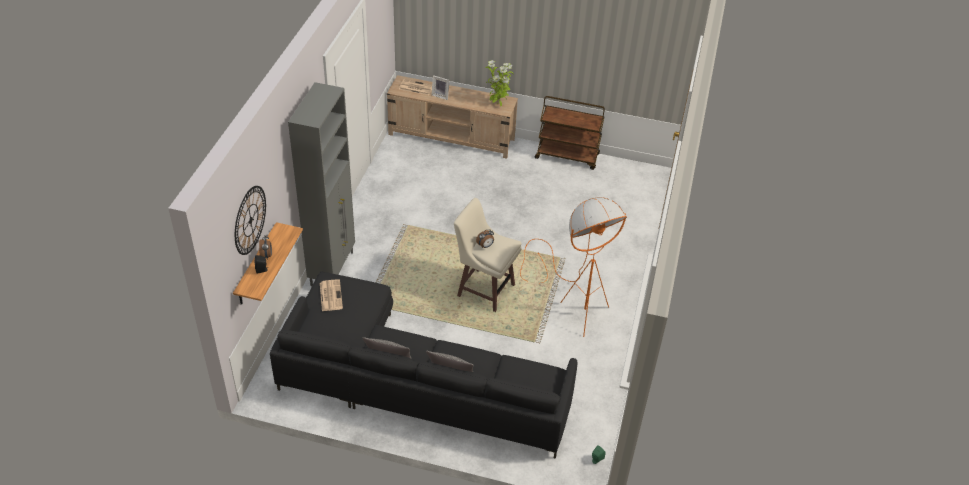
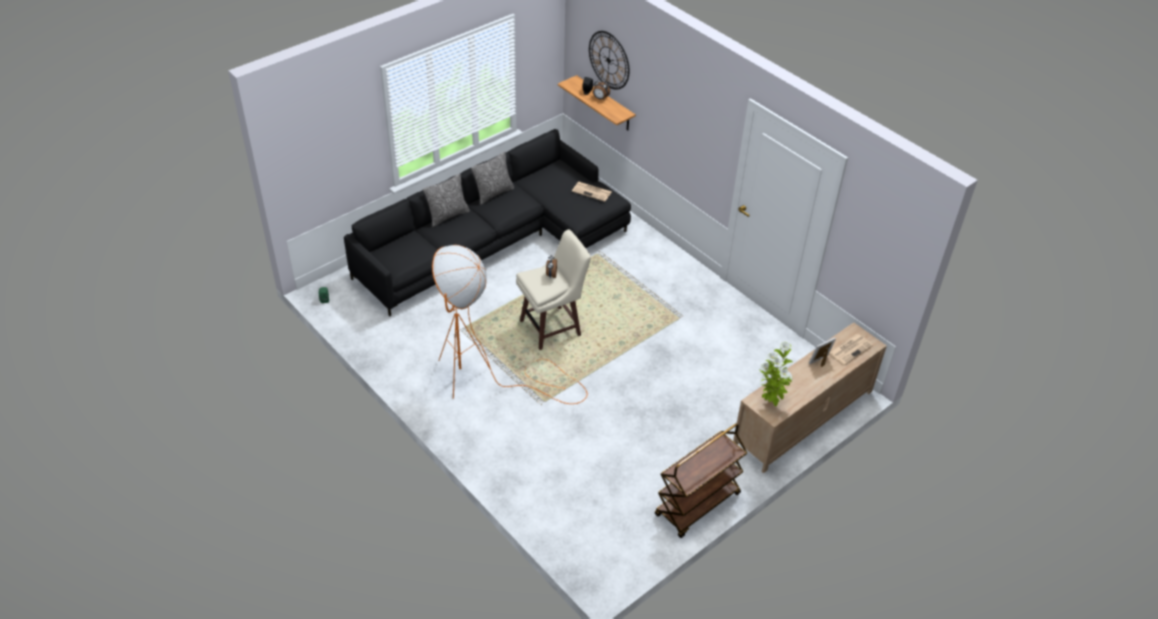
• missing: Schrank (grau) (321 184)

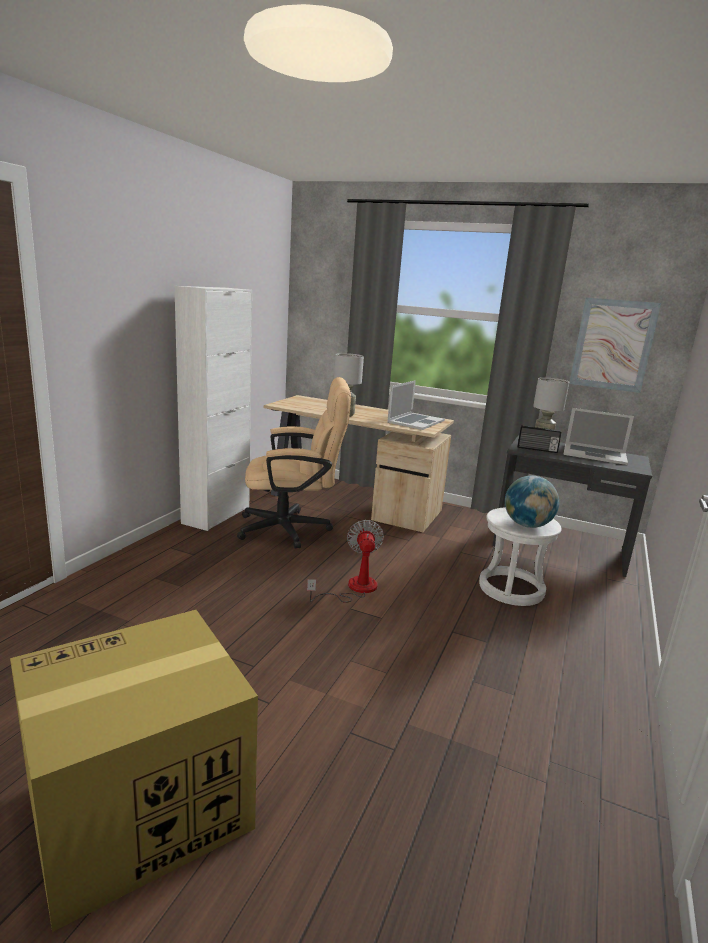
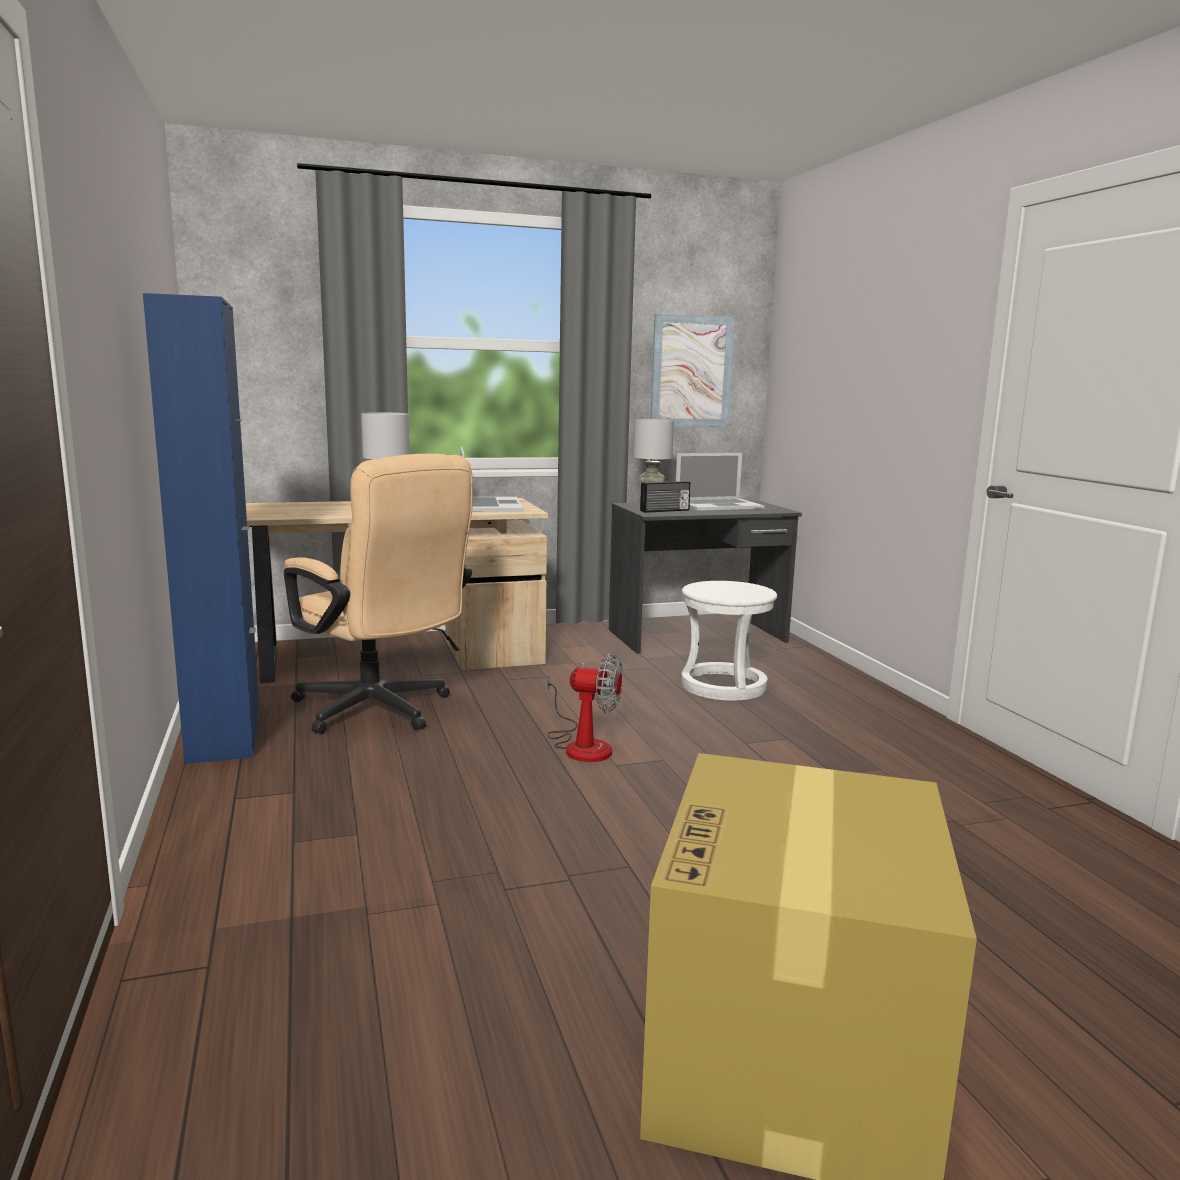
• colour: Schrank (weiß) (213 408) to Schrank (blau) (201 528)
• spun: Bürostuhl (beige) (294 463) = (378 594) 90 degrees clockwise
• spun: Ventilator (345 561) = (584 708) 150 degrees clockwise
• missing: Globus (532 502)

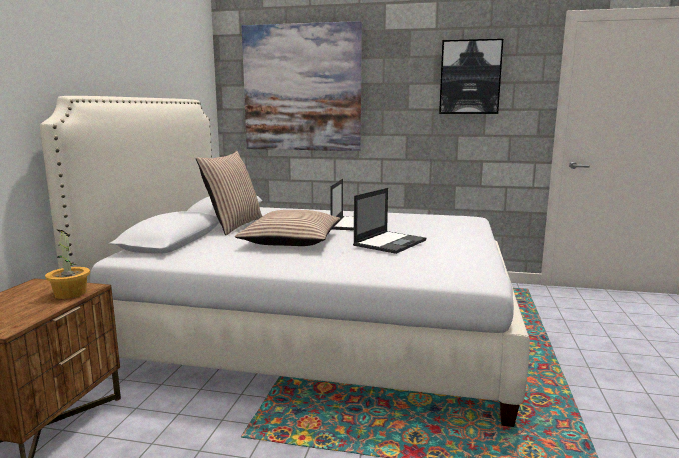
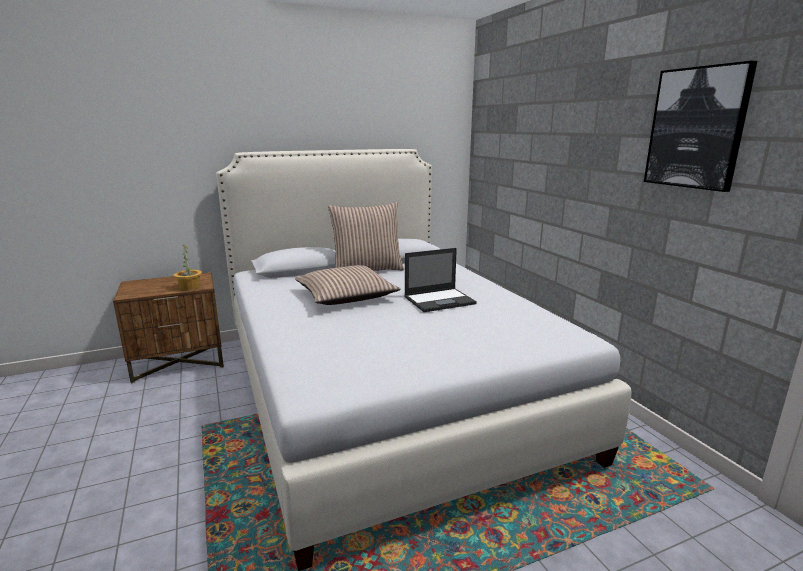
• missing: Bild (302 86)
• missing: Laptop (389 221)

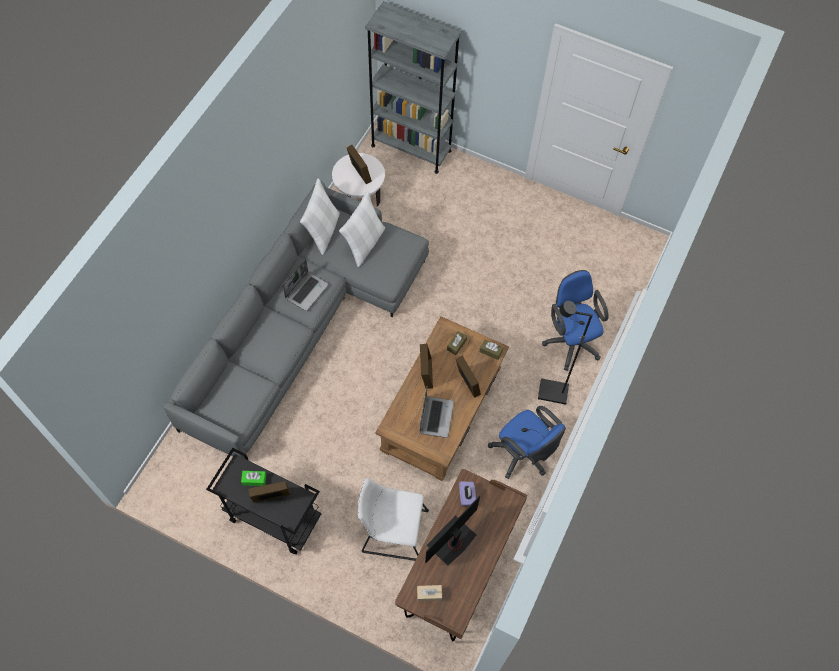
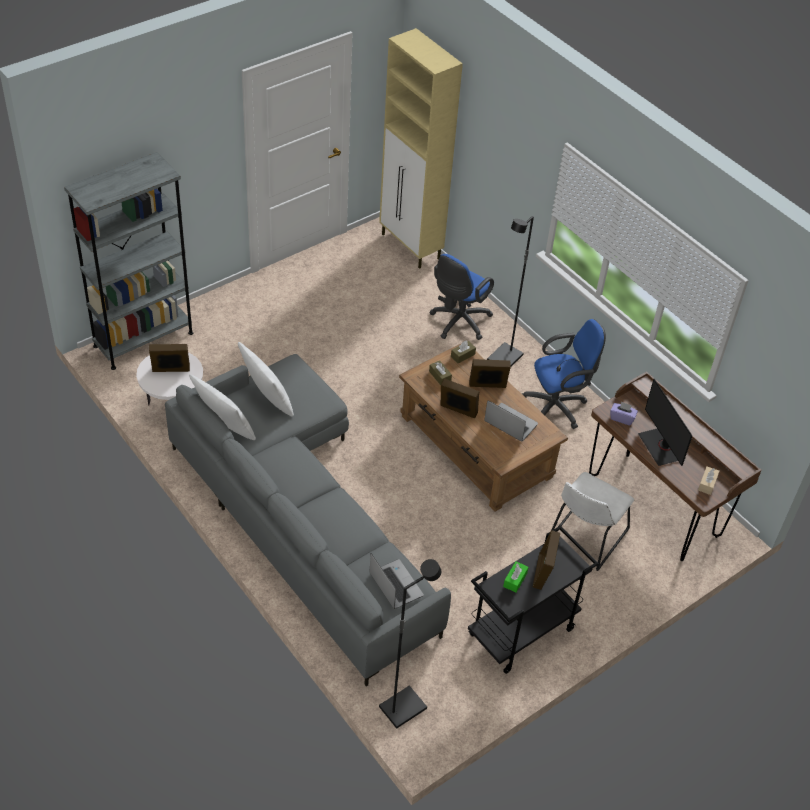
• relocated: Laptop (306 285) to (396 581)
• appeared: Schrank (beige) (421 148)
• appeared: Stehlampe (schwarz) (410 644)
• spun: Bürostuhl (blau) (575 320) = (462 297) 60 degrees counterclockwise

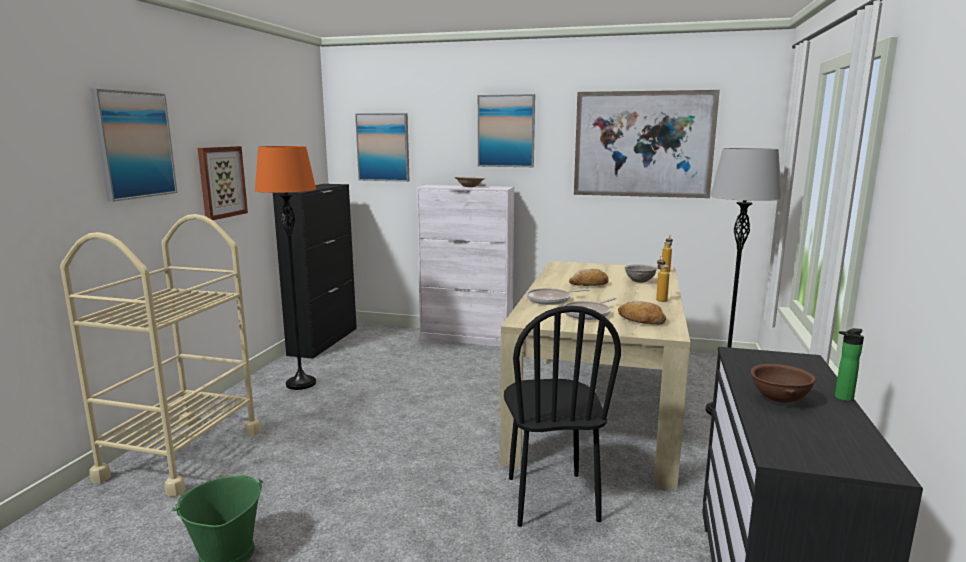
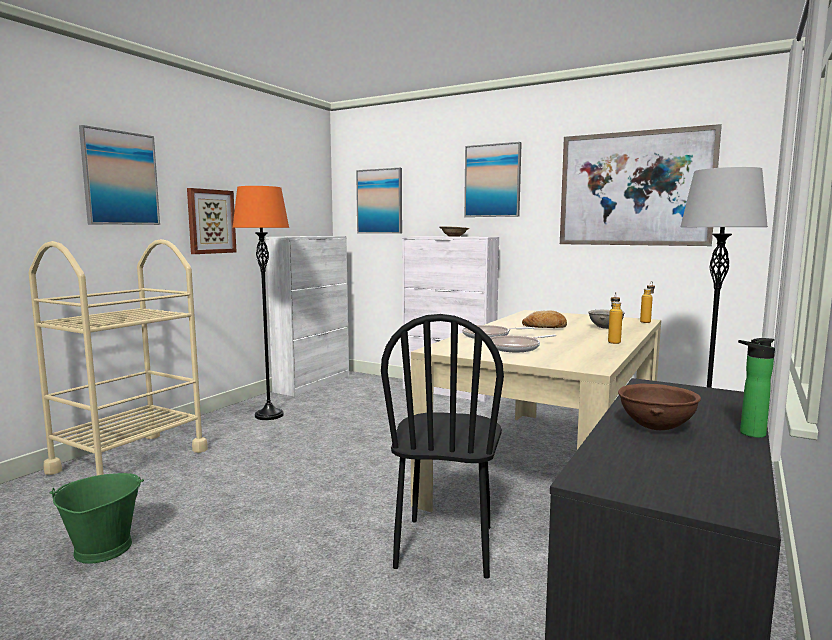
• colour: Schrank (schwarz) (315 271) to Schrank (weiß) (307 316)
• missing: Brot (642 313)

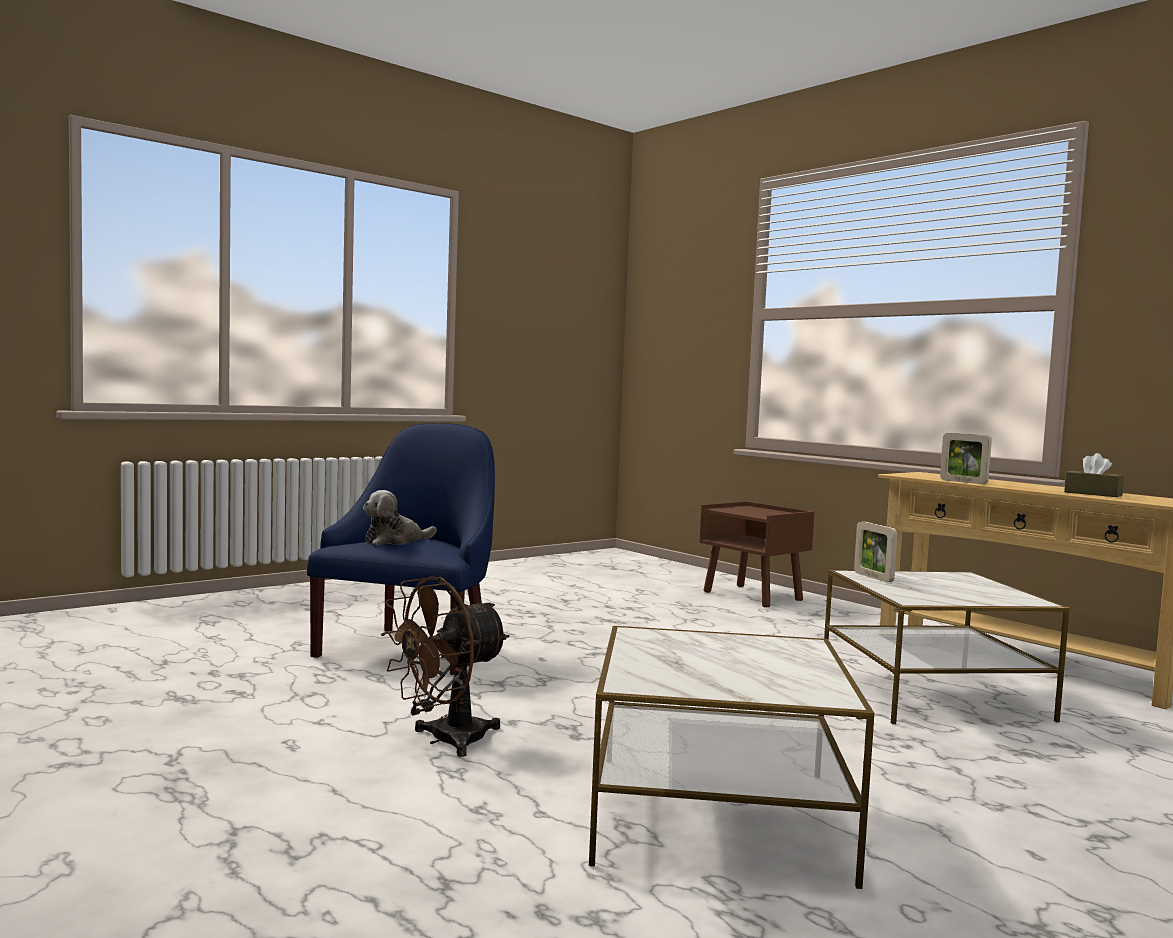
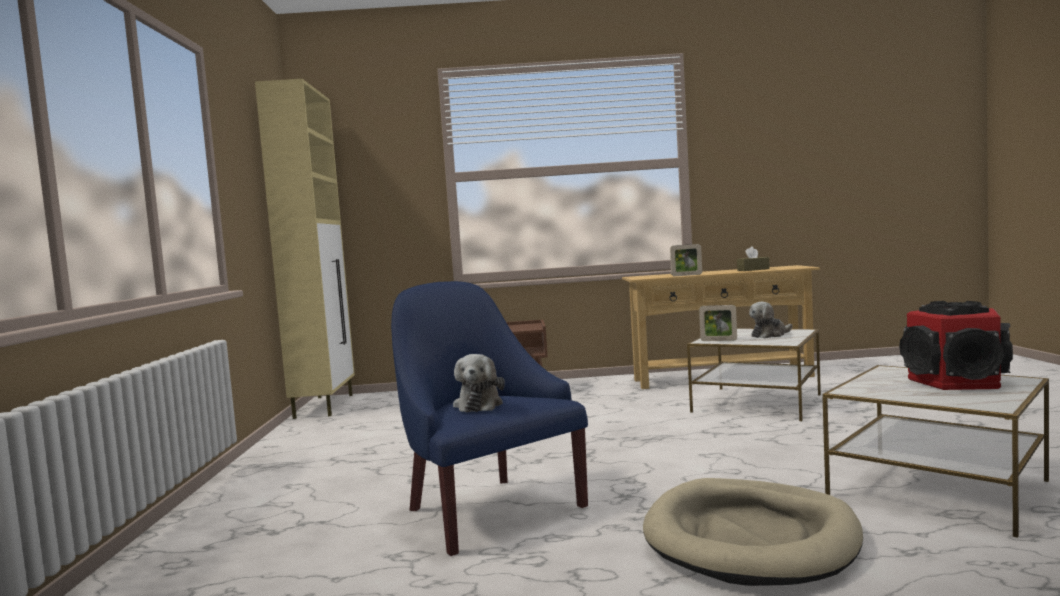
• appeared: Schrank (beige) (305 249)
• exchanged: Ventilator (braun) (445 666) to Hundebett (beige) (753 532)
• appeared: Plüschtier (770 320)
• appeared: Lautsprecher (956 345)

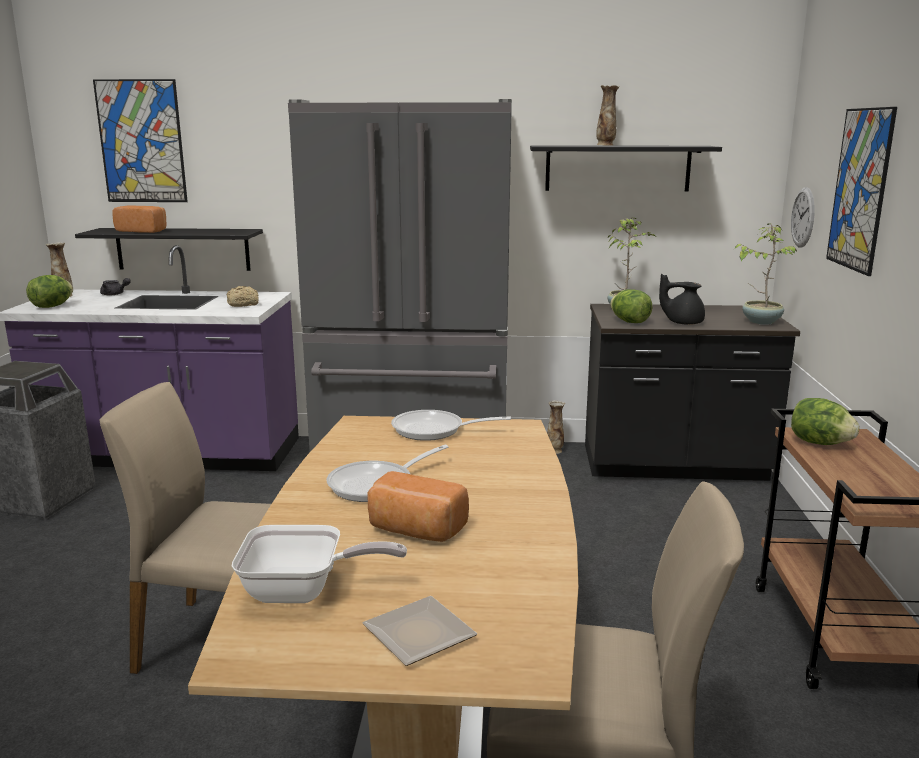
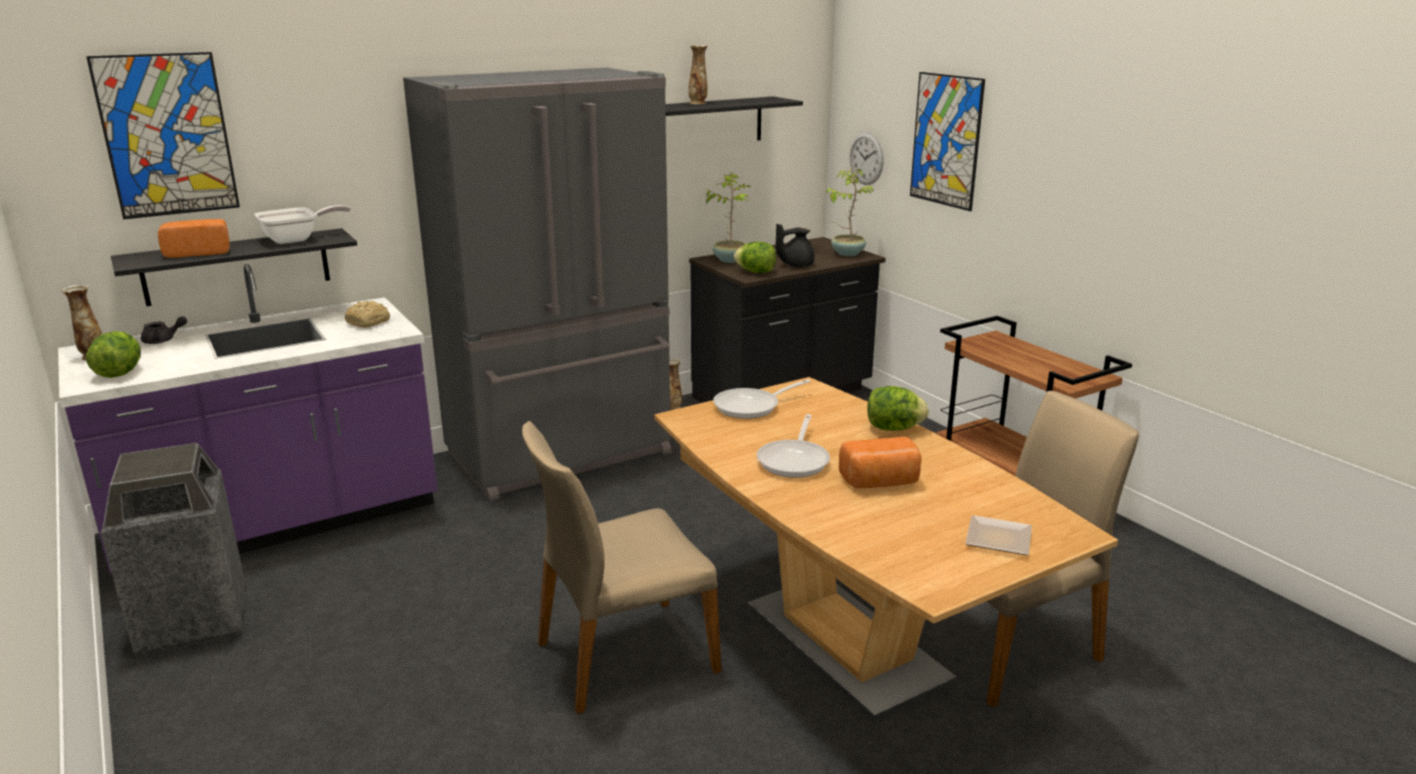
• relocated: Pfanne (319 564) to (302 224)
• relocated: Salatkopf (825 421) to (898 408)

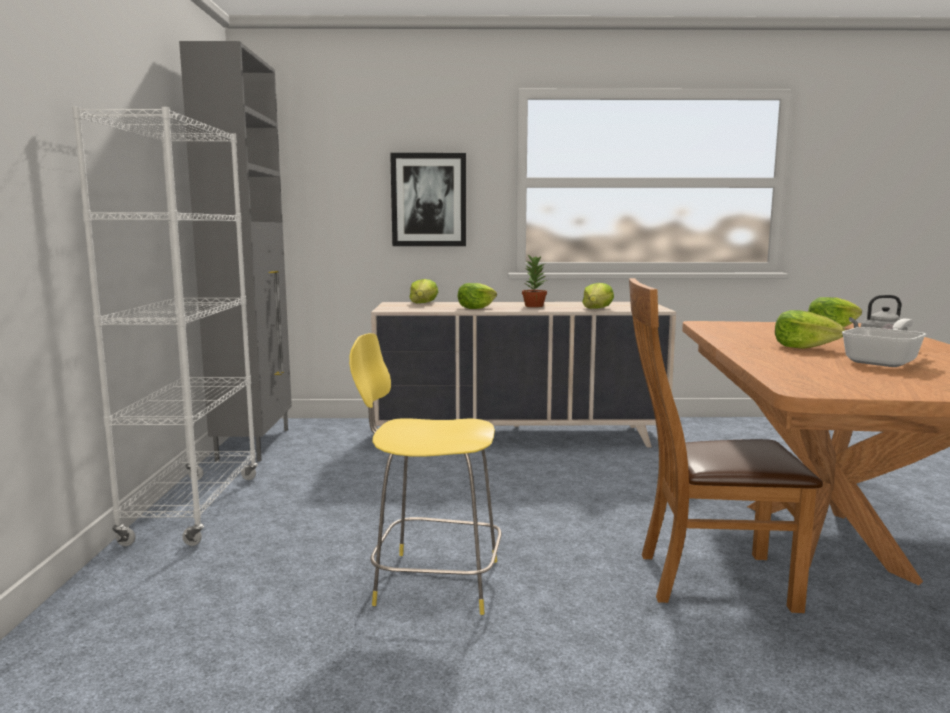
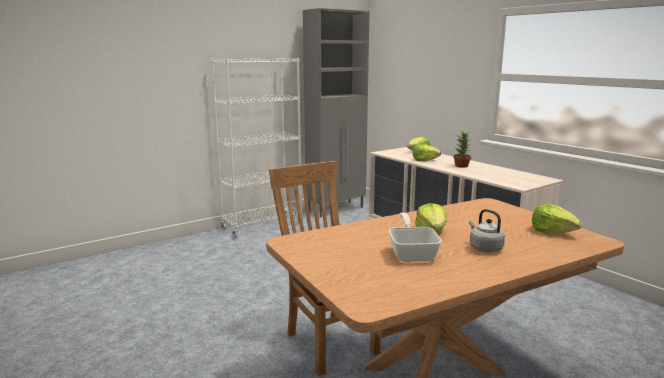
• spun: Pfanne (884 343) = (415 237) 105 degrees counterclockwise
• missing: Hocker (gelb) (425 474)
• missing: Bild (428 199)
• missing: Salatkopf (598 296)

